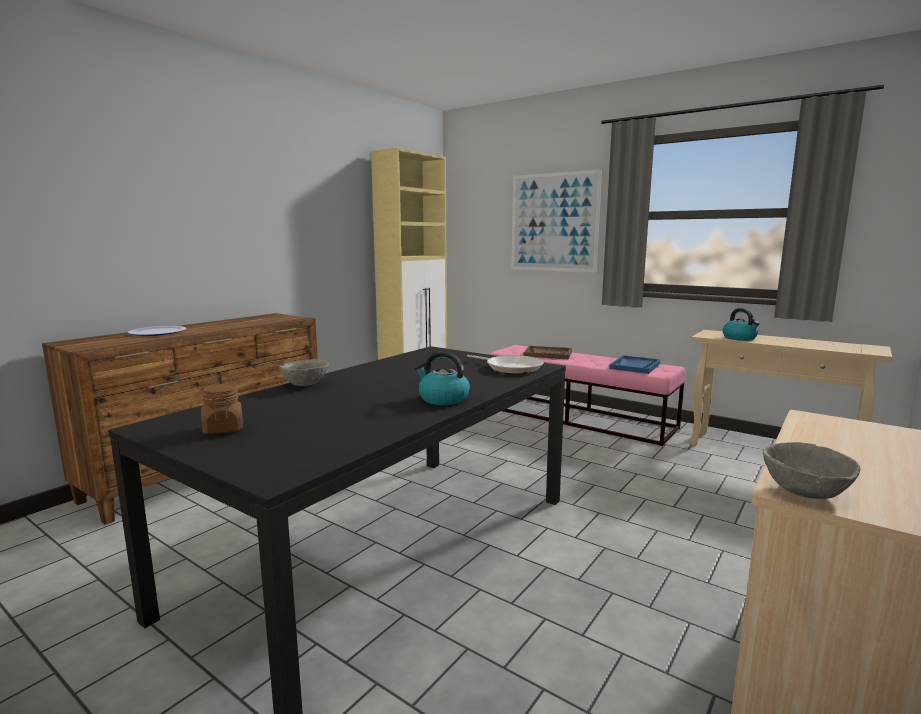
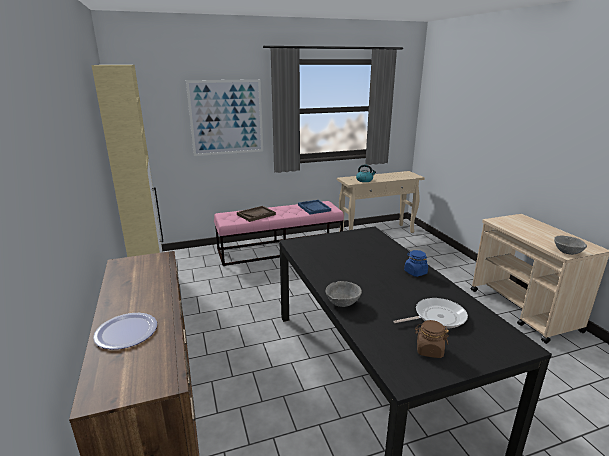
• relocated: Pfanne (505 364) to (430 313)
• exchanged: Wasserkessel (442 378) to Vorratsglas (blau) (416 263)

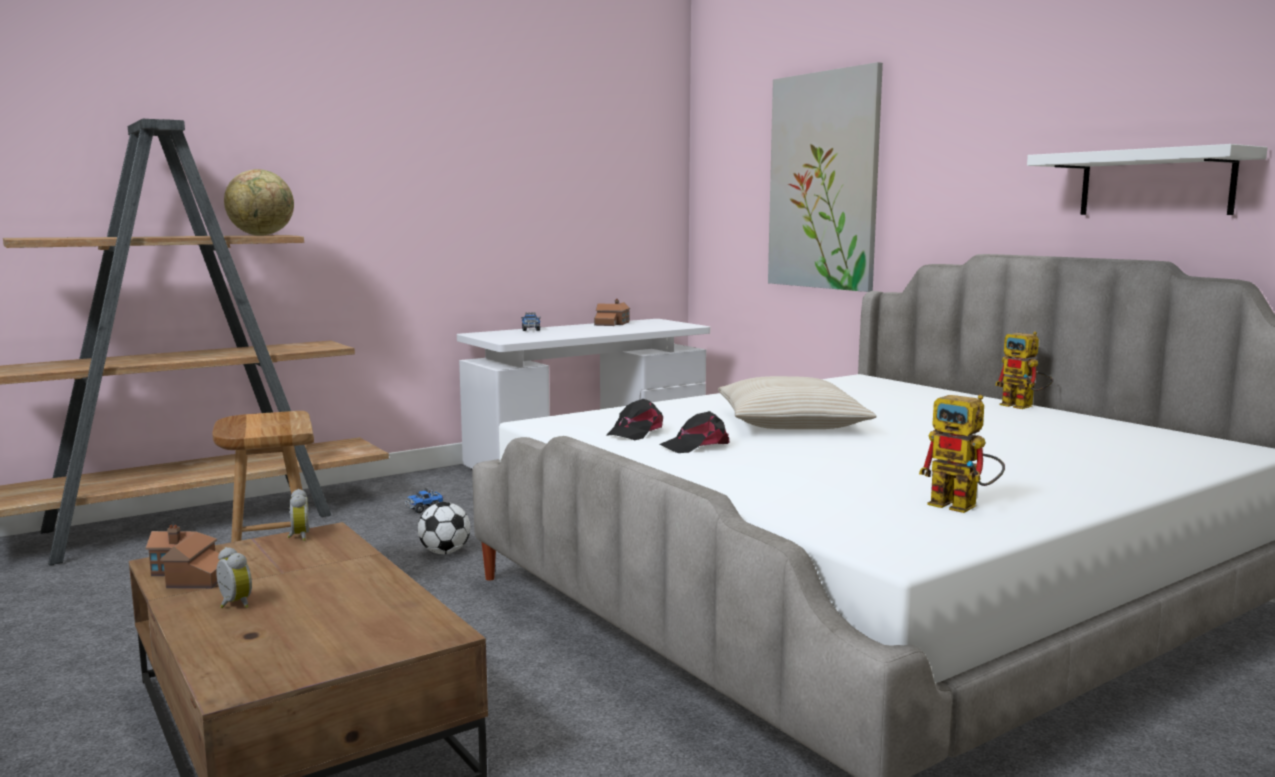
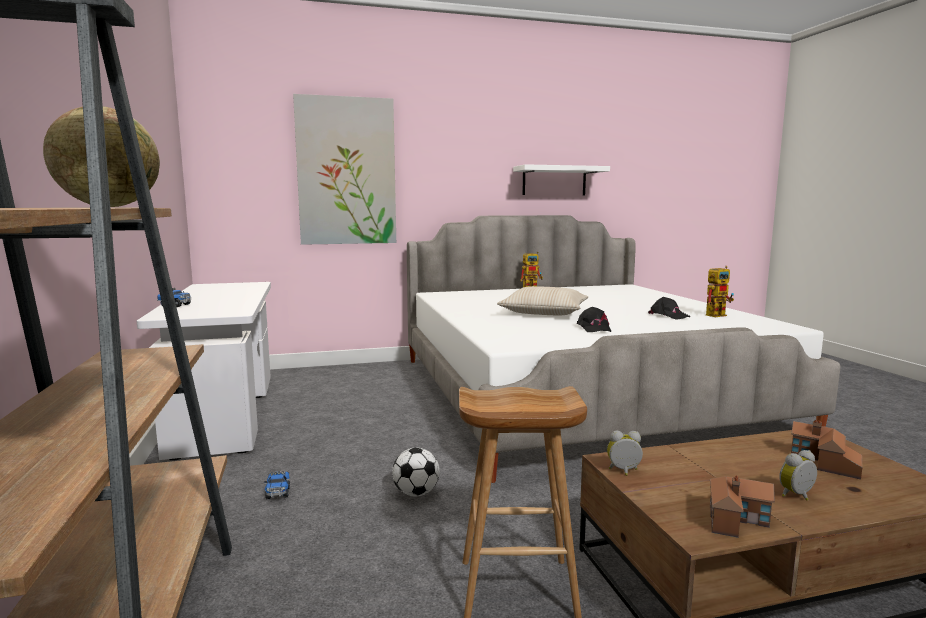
• relocated: Kappe (schwarz) (634 419) to (669 308)
• relocated: Spielzeughaus (612 312) to (826 450)

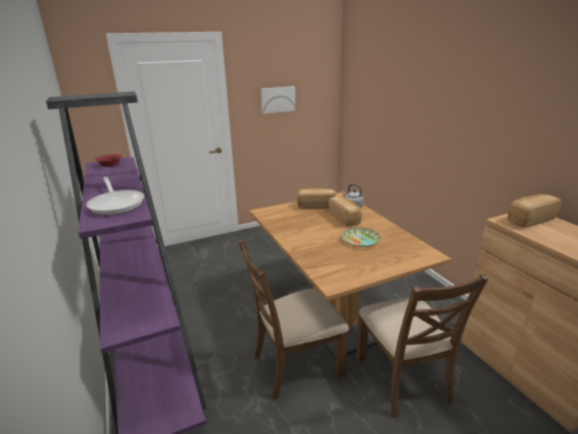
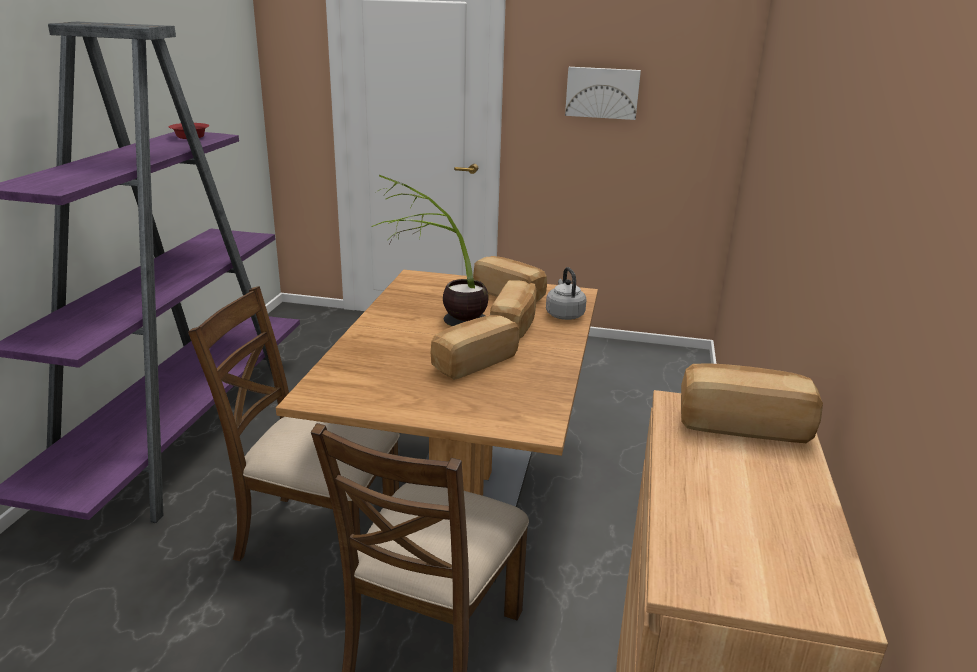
• appeared: Topfpflanze (430 250)
• exchanged: Teller (361 237) to Brot (475 347)
• missing: Pfanne (115 196)

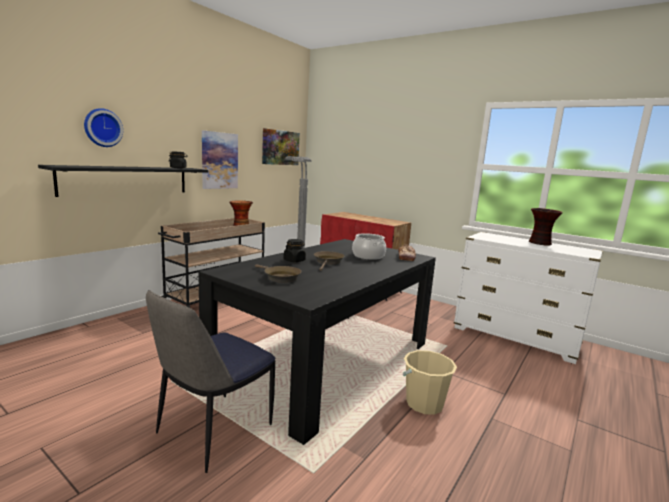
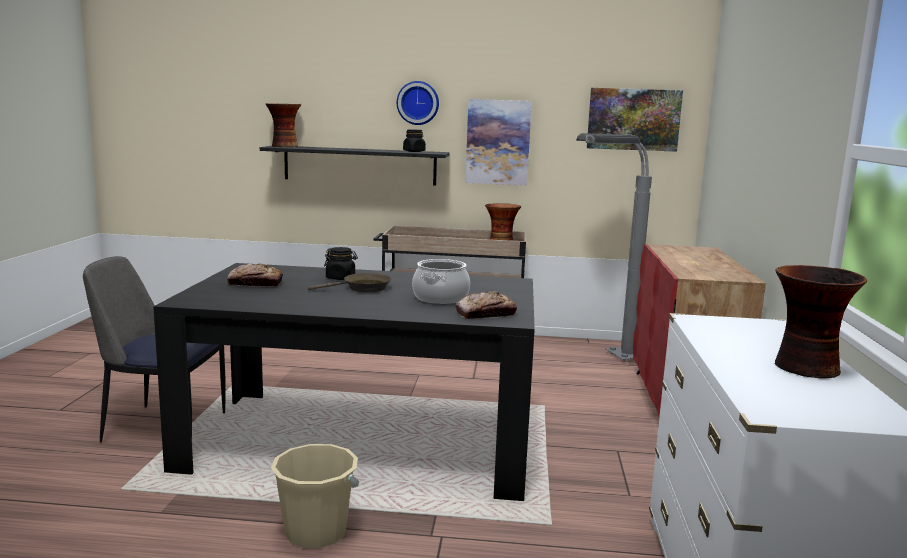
• exchanged: Pfanne (braun) (278 273) to Brot (255 275)
• appeared: Vase (283 125)
• relocated: Wanduhr (103 127) to (418 103)

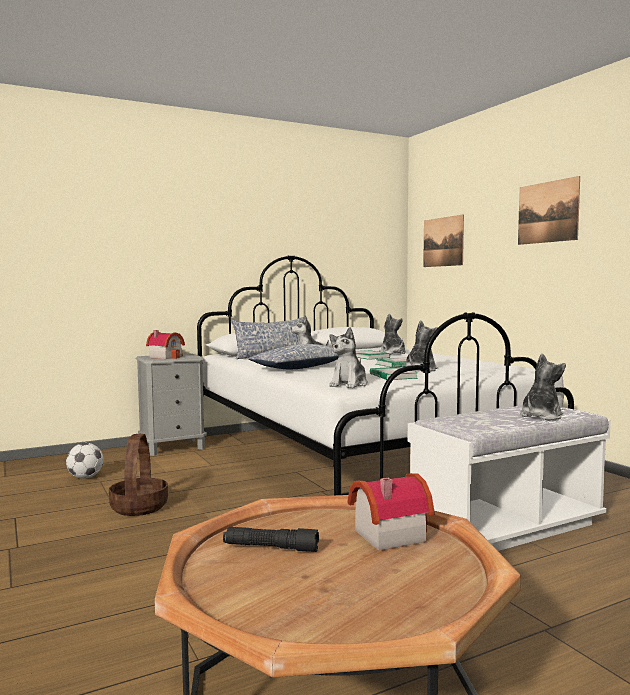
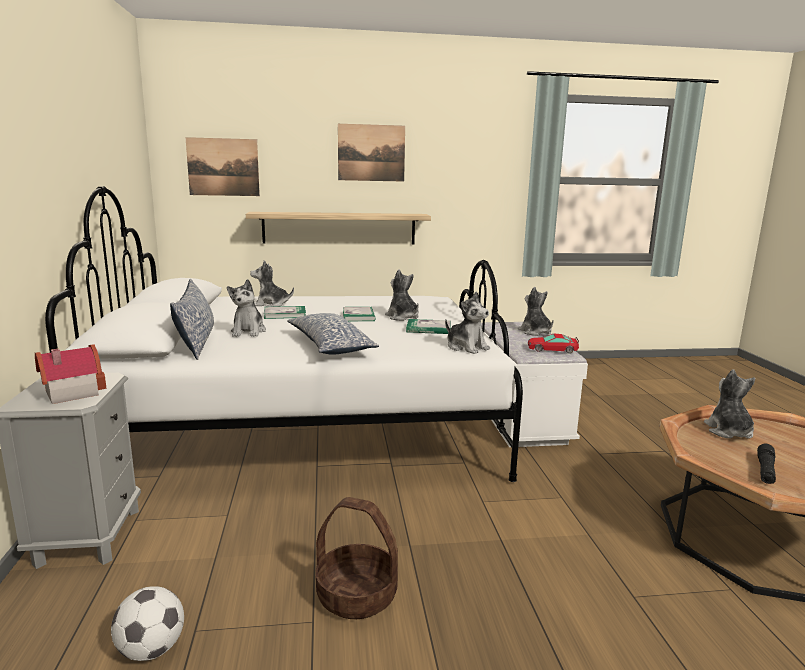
• appeared: Wandregal (338 228)
• appeared: Spielzeugauto (553 343)
• exchanged: Spielzeughaus (391 511) to Plüschtier (729 404)

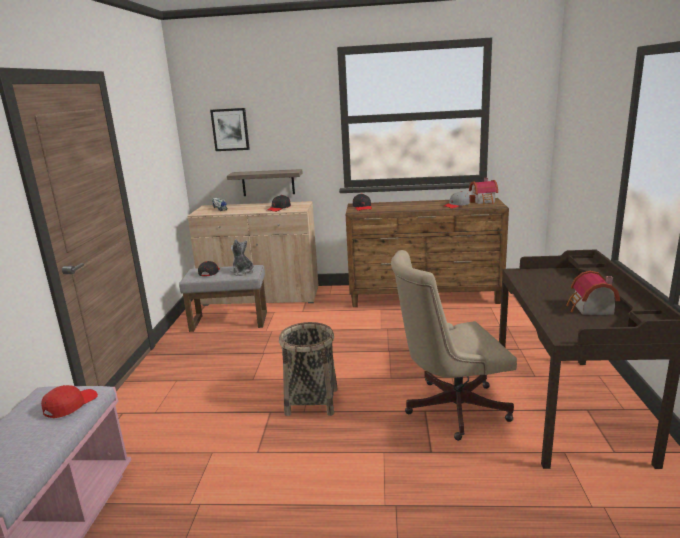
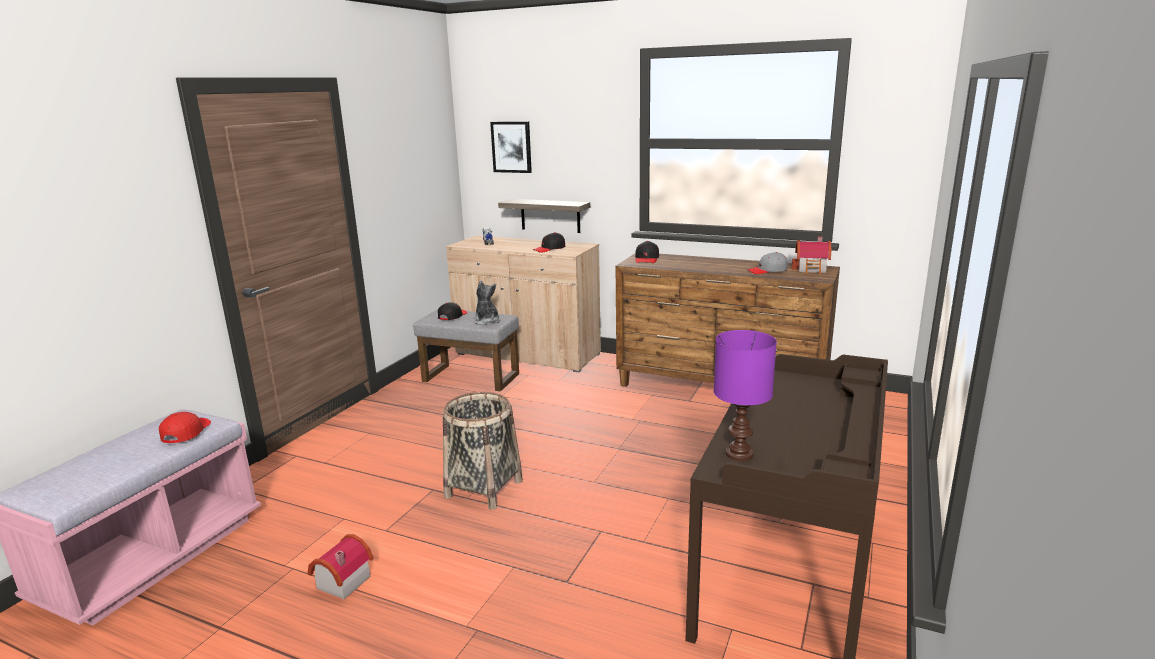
• spun: Kappe (rot) (69 401) = (185 427) 45 degrees counterclockwise
• relocated: Spielzeughaus (593 293) to (340 567)
• appeared: Tischlampe (lila) (745 395)
• missing: Bürostuhl (beige) (454 345)

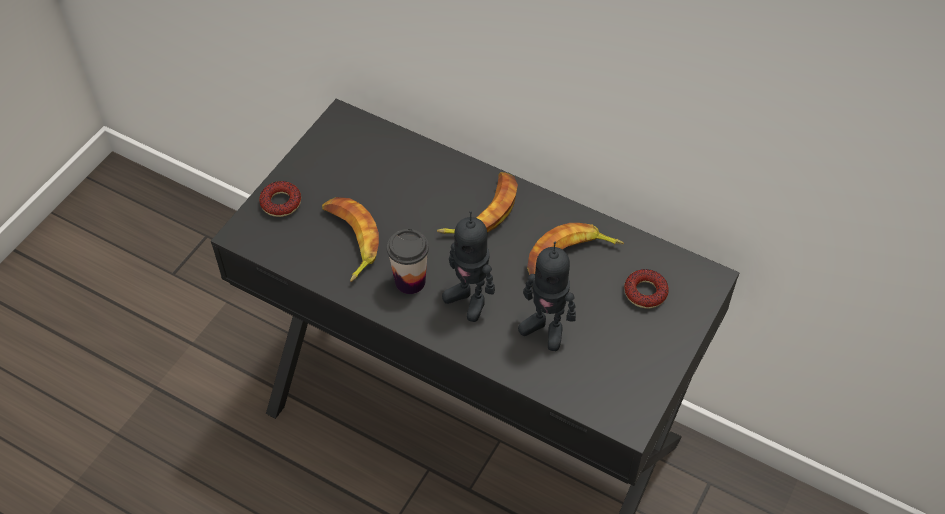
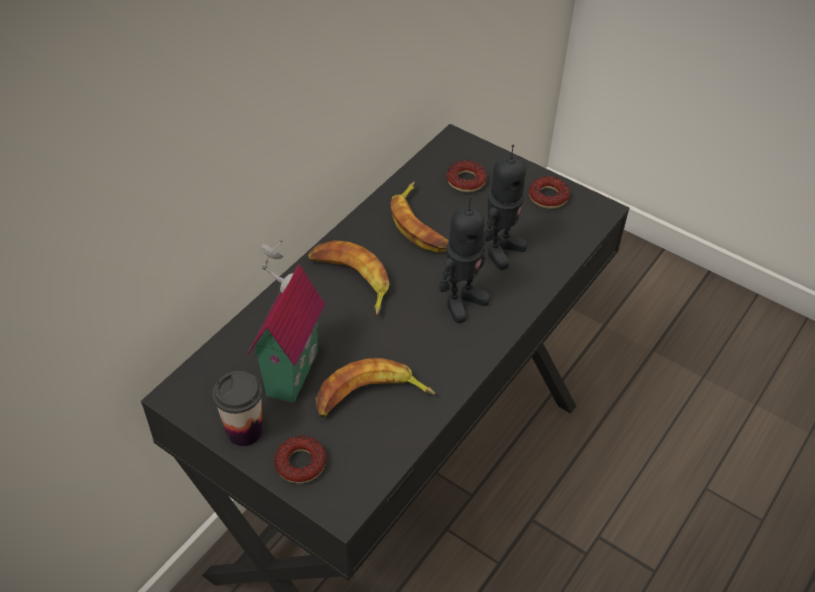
• relocated: Tasse (408 261) to (237 408)
• appeared: Spielzeughaus (286 321)
• appeared: Donut (549 192)

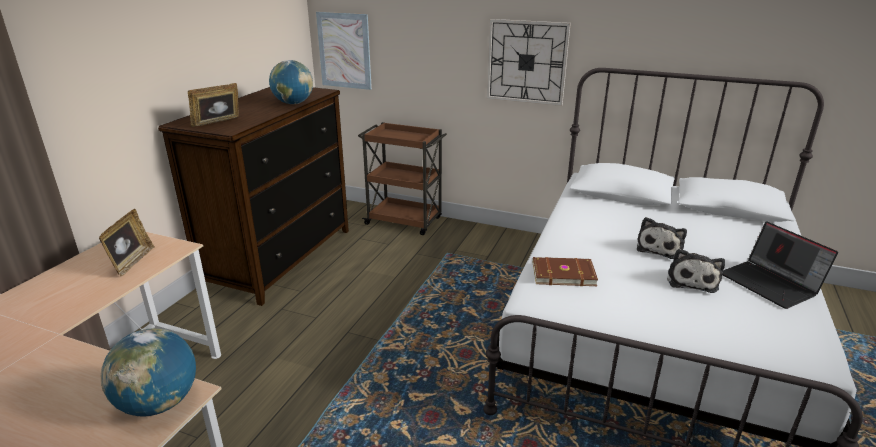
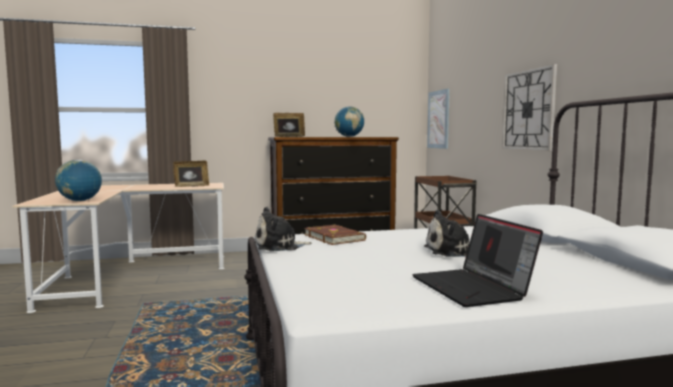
• relocated: Plüschtier (696 271) to (283 229)
• spun: Laptop (780 265) = (477 260) 45 degrees counterclockwise

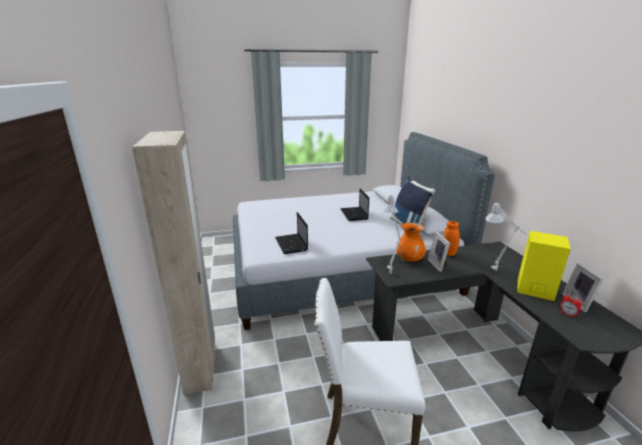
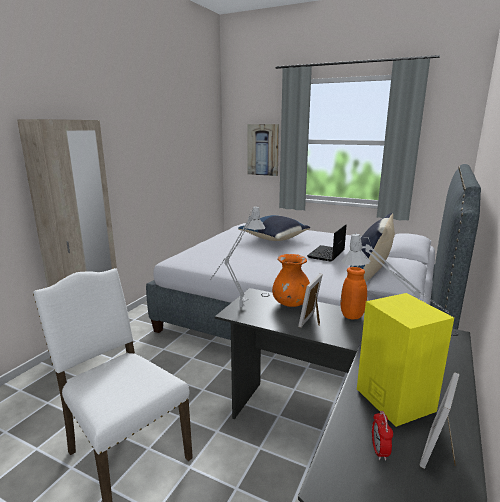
• appeared: Kissen (blau) (274 228)
• appeared: Bild (263 150)
• missing: Laptop (291 233)

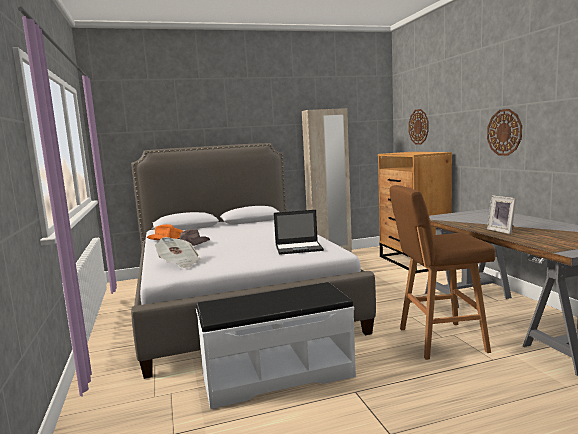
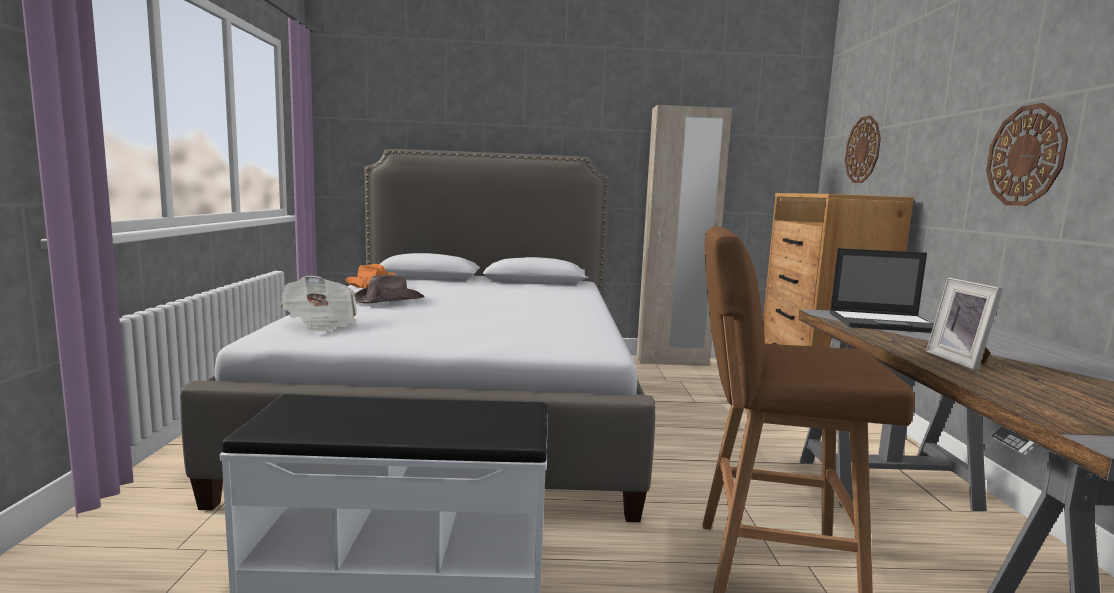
• relocated: Laptop (299 232) to (882 290)

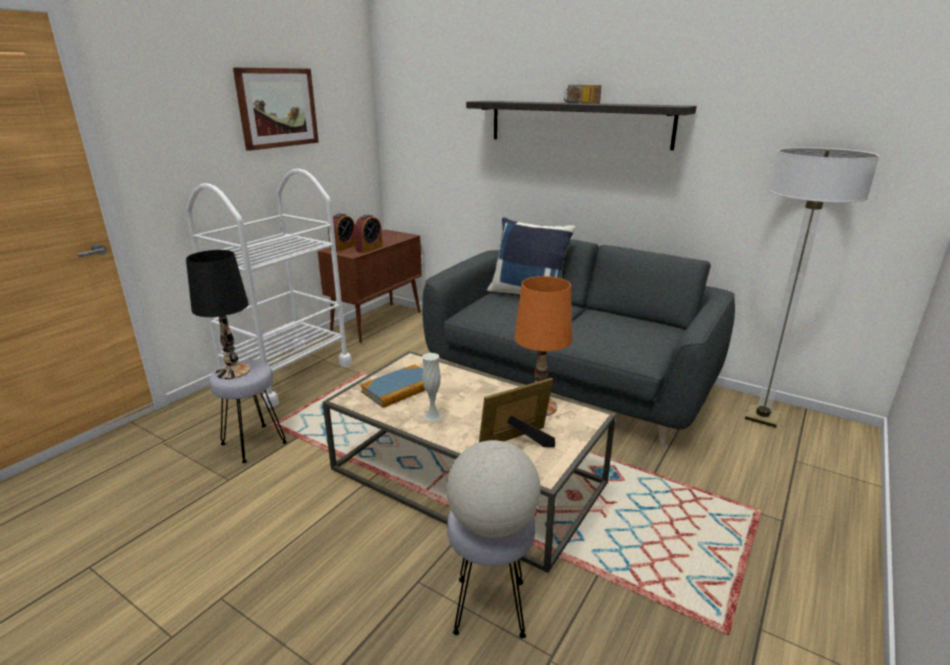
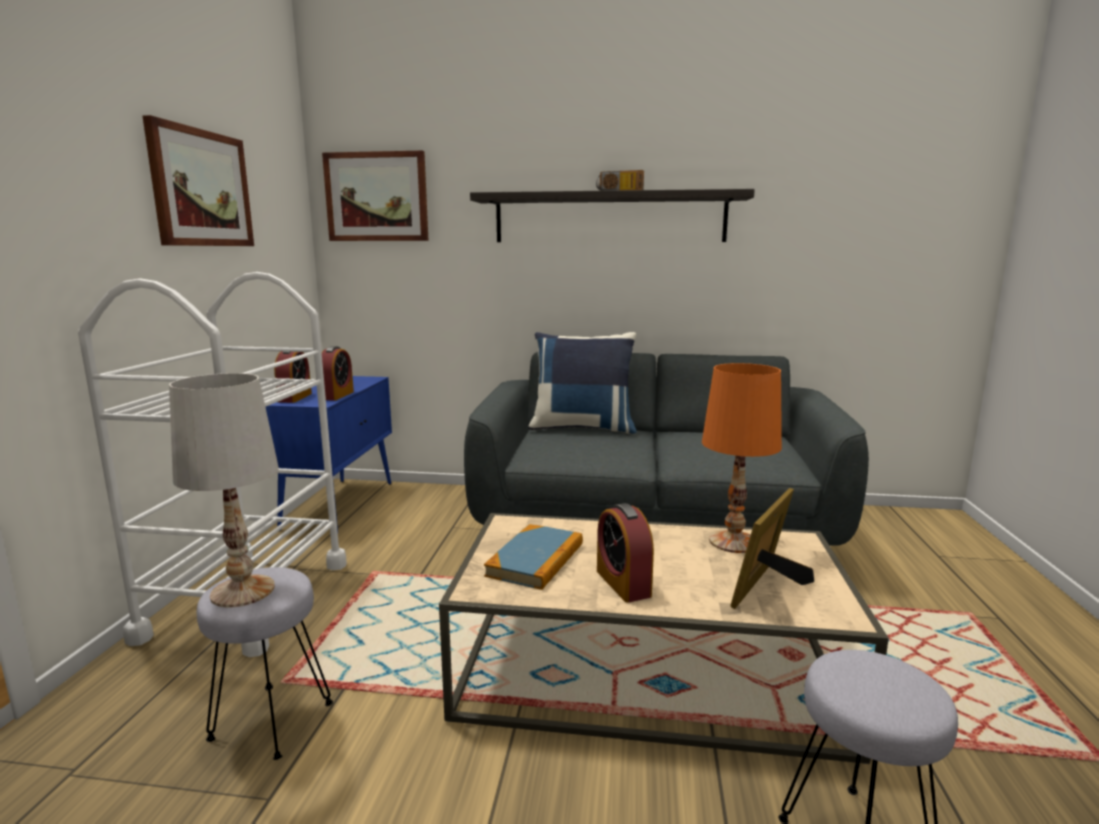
• colour: Tischlampe (schwarz) (218 314) to Tischlampe (weiß) (224 490)
• colour: Schrank (braun) (370 286) to Schrank (blau) (329 453)
• appeared: Bild (375 195)
• exchanged: Vase (weiß) (432 387) to Wecker (625 553)
• missing: Globus (494 489)
• missing: Stehlampe (812 287)

